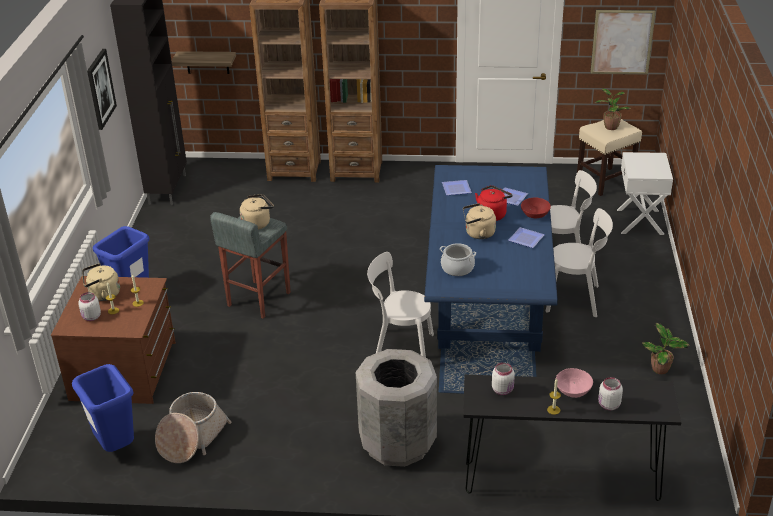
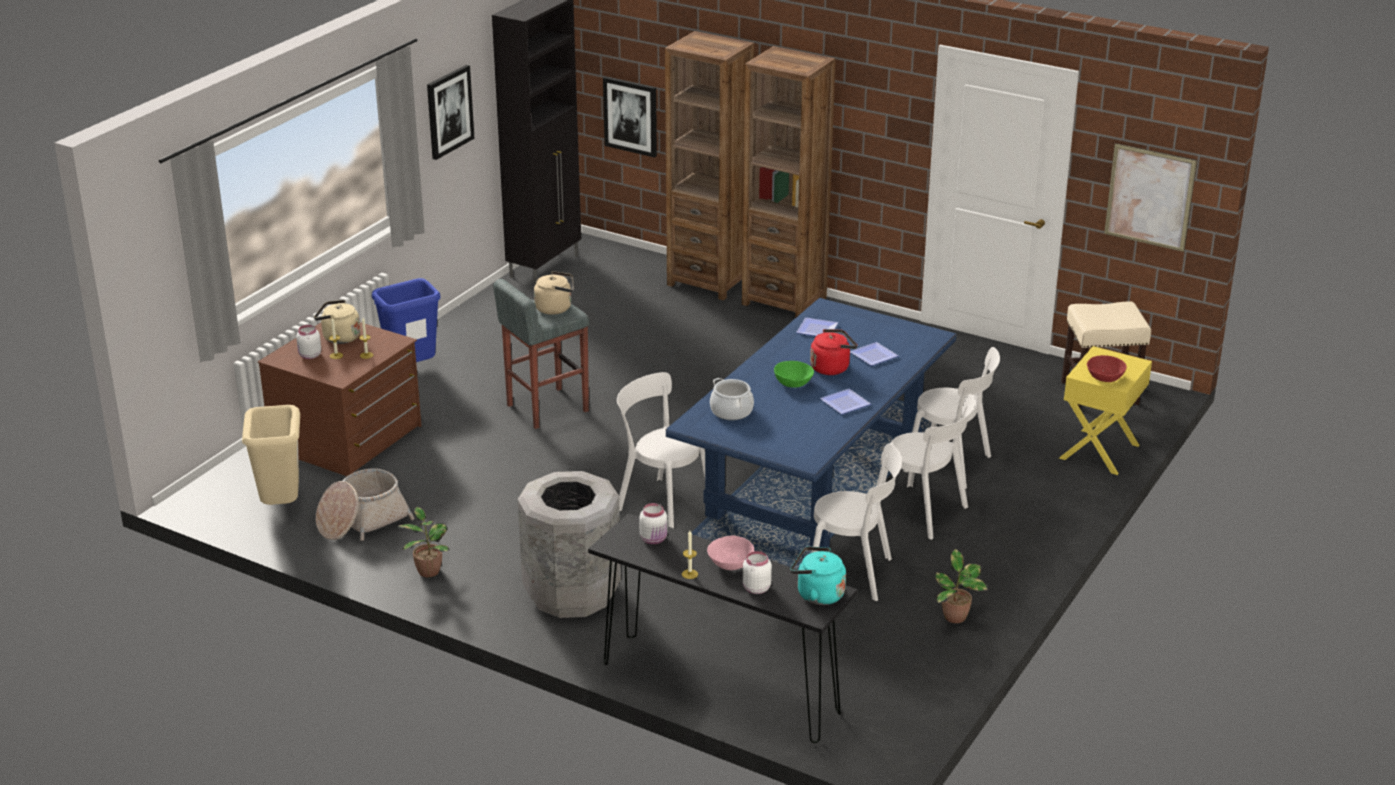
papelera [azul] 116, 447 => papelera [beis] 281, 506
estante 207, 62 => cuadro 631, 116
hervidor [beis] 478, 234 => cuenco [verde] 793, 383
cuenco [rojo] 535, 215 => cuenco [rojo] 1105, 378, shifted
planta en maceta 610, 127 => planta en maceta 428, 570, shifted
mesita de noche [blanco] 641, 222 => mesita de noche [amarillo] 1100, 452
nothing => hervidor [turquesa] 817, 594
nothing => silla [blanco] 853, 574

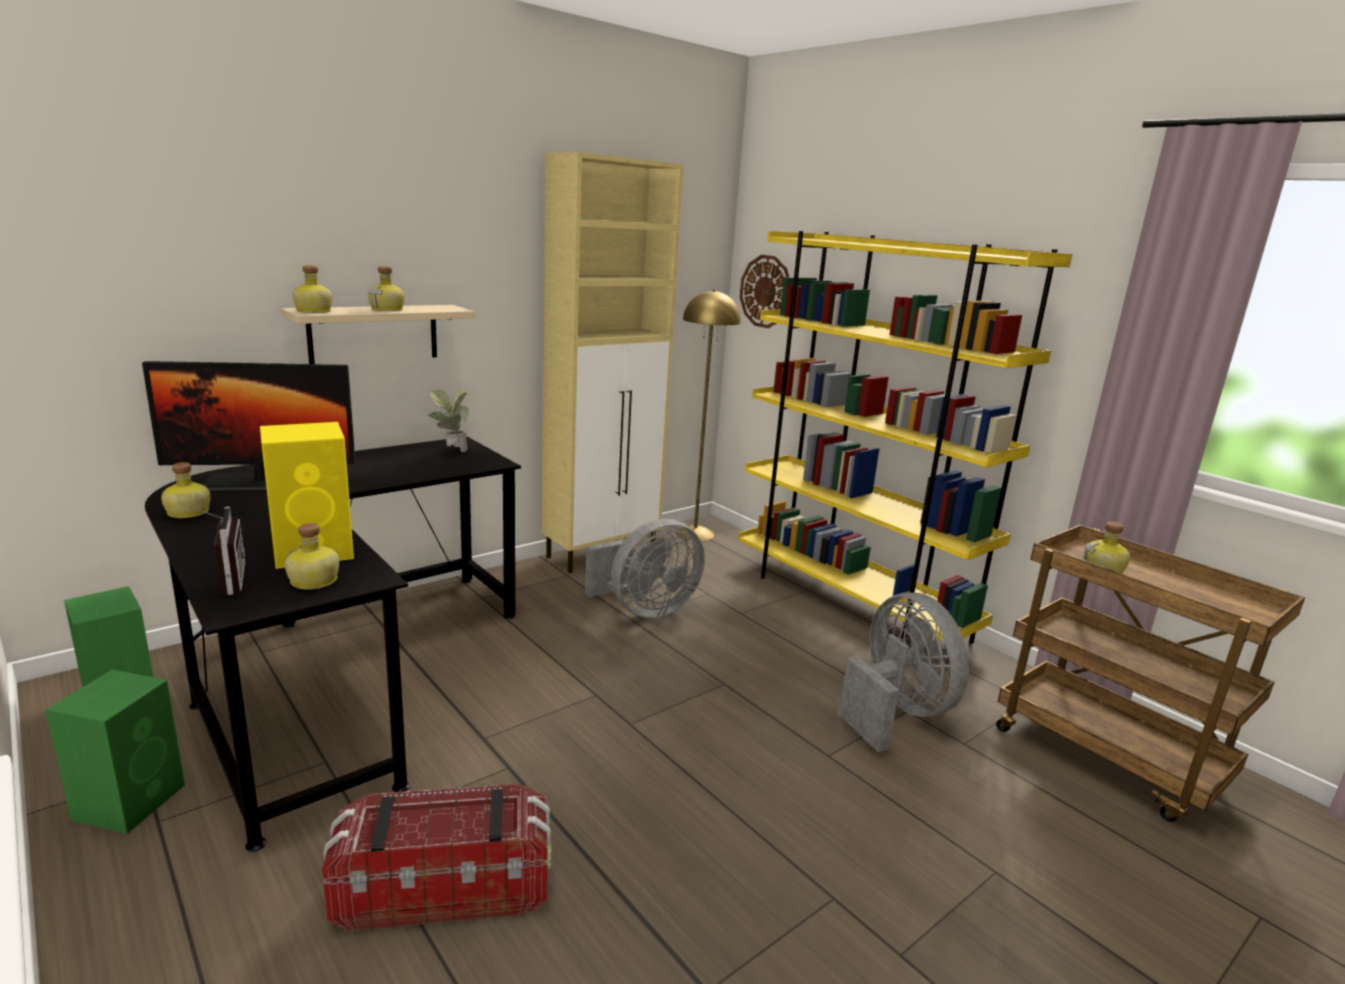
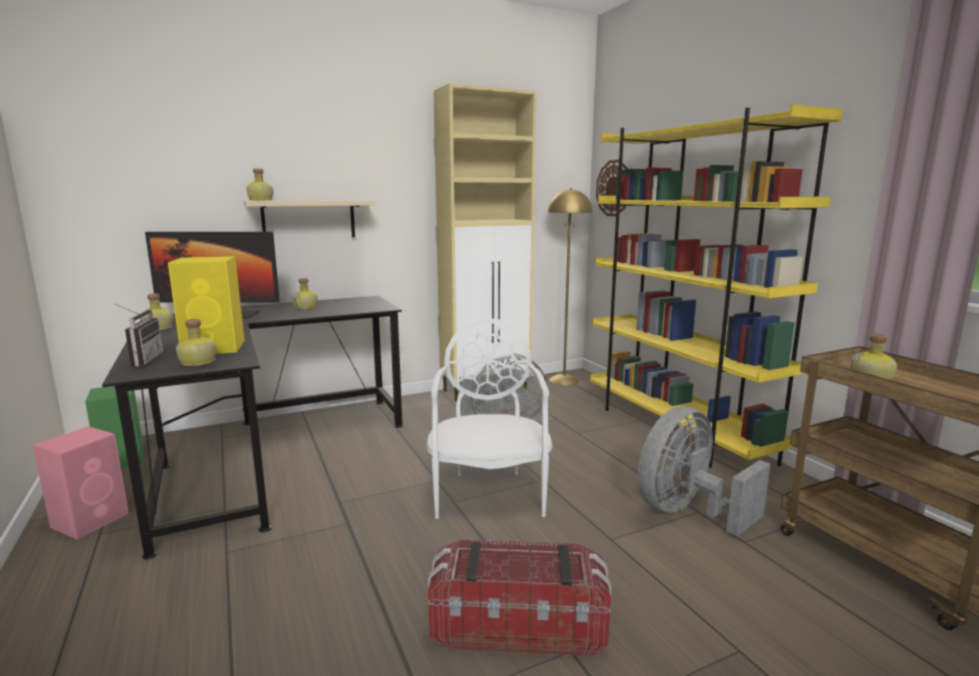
altavoz [verde] 132, 800 => altavoz [rosa] 92, 519
caja de almacenaje 444, 887 => caja de almacenaje 517, 625, shifted
botella 388, 310 => botella 306, 307, shifted
planta en maceta 451, 450 => nothing
ventilador [gris] 896, 712 => ventilador [gris] 687, 512, 120 degrees counterclockwise
nothing => silla [blanco] 489, 493

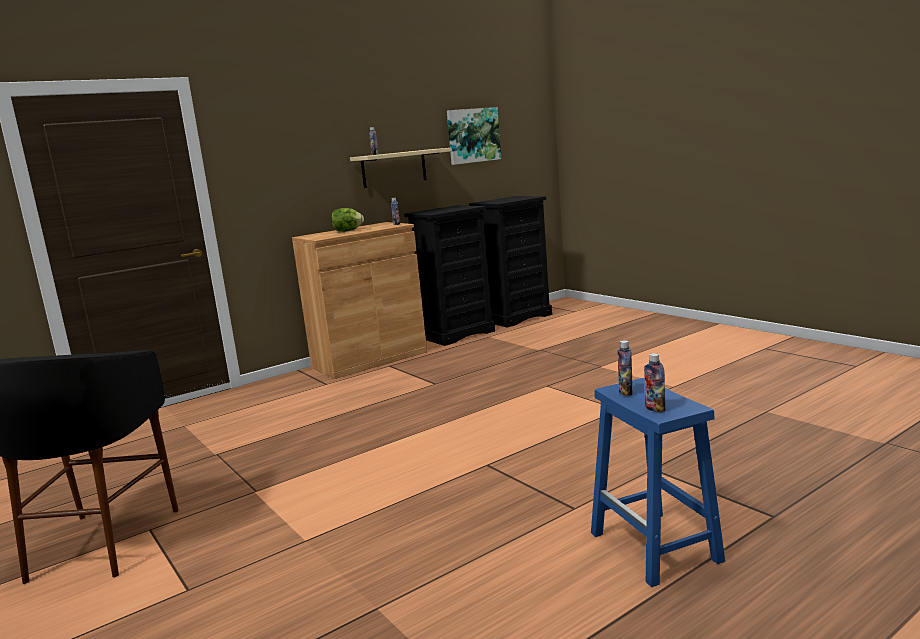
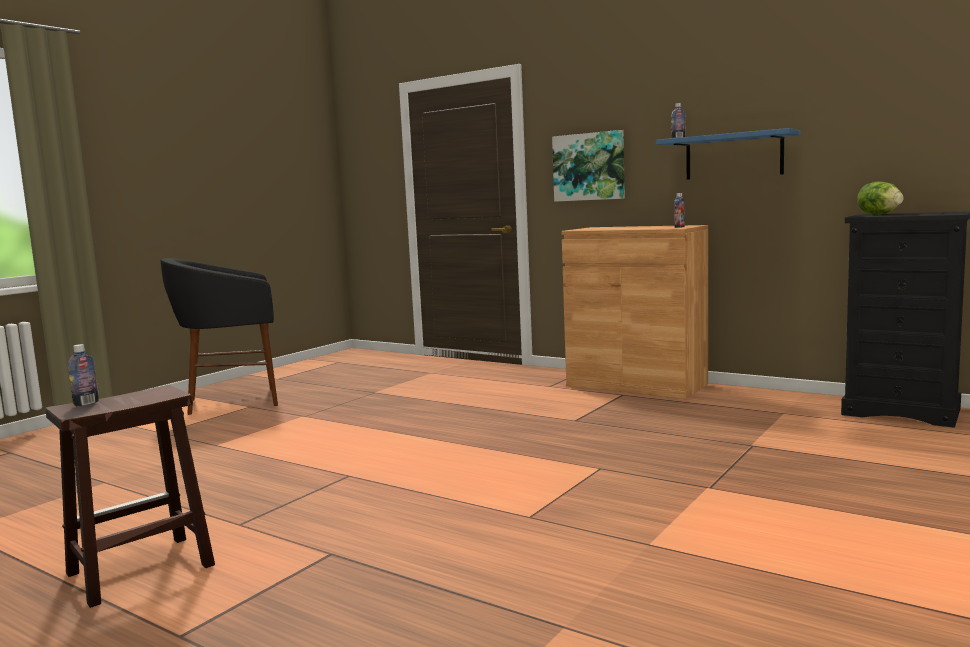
lechuga 347, 231 => lechuga 879, 214, shifted
estante [beis] 394, 168 => estante [azul] 733, 156
cómoda [negro] 457, 334 => nothing
cuadro 473, 135 => cuadro 589, 167, shifted
taburete [azul] 656, 548 => taburete [marrón] 138, 570
botella 625, 392 => nothing

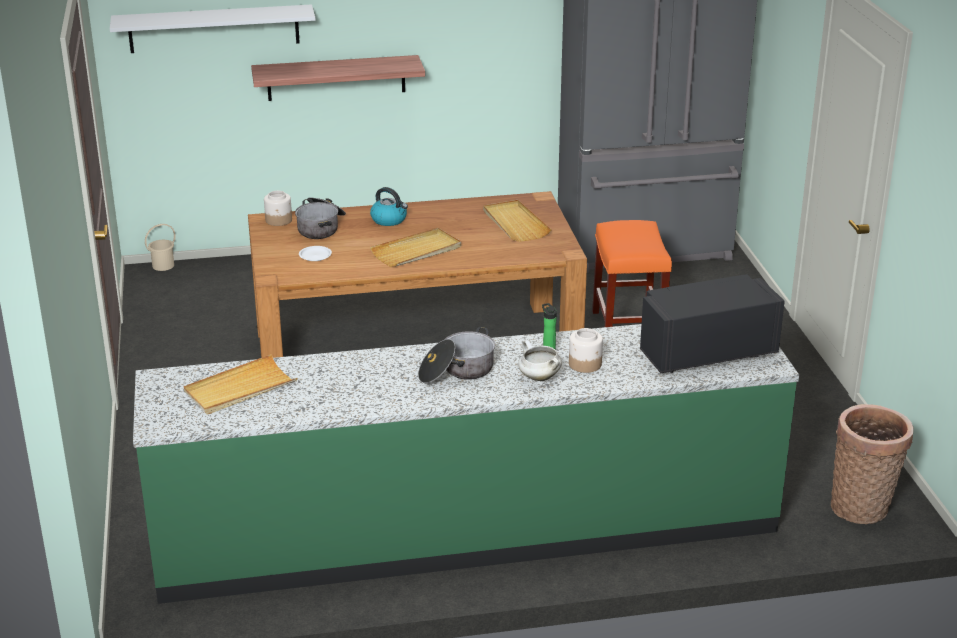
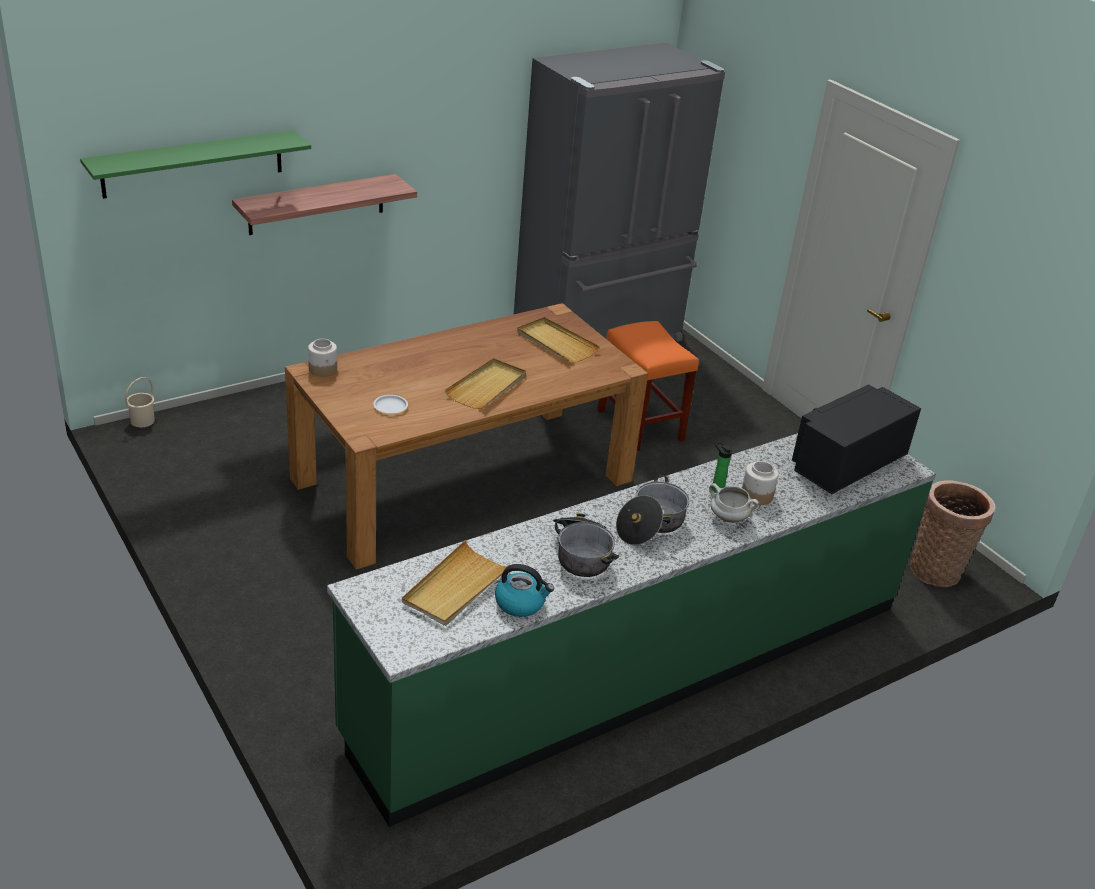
estante [blanco] 214, 28 => estante [verde] 193, 164
olla 321, 227 => olla 581, 554, shifted
hervidor 389, 220 => hervidor 521, 603, shifted

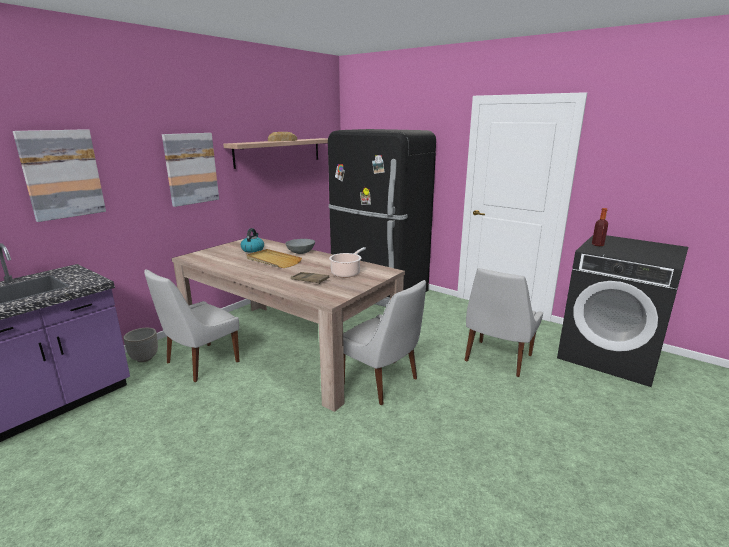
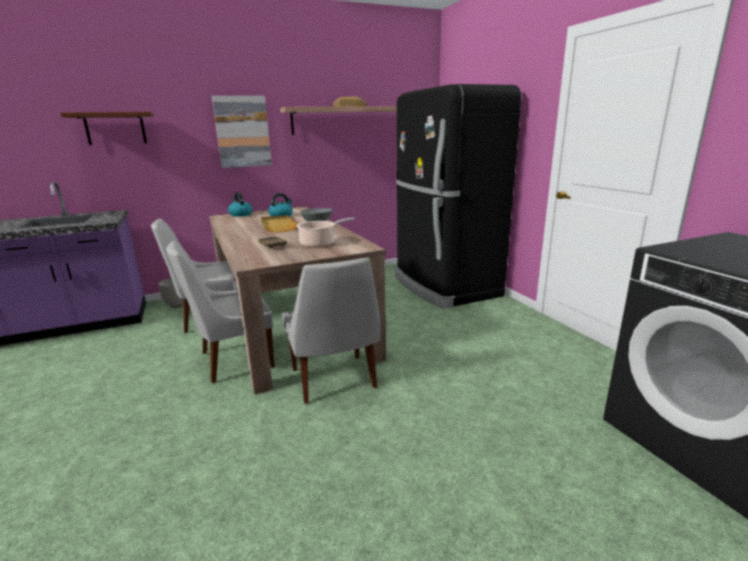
cuadro 62, 174 => estante [marrón] 115, 128
silla [blanco] 497, 359 => silla [blanco] 233, 360, shifted
botella 597, 245 => nothing
nothing => hervidor 240, 214

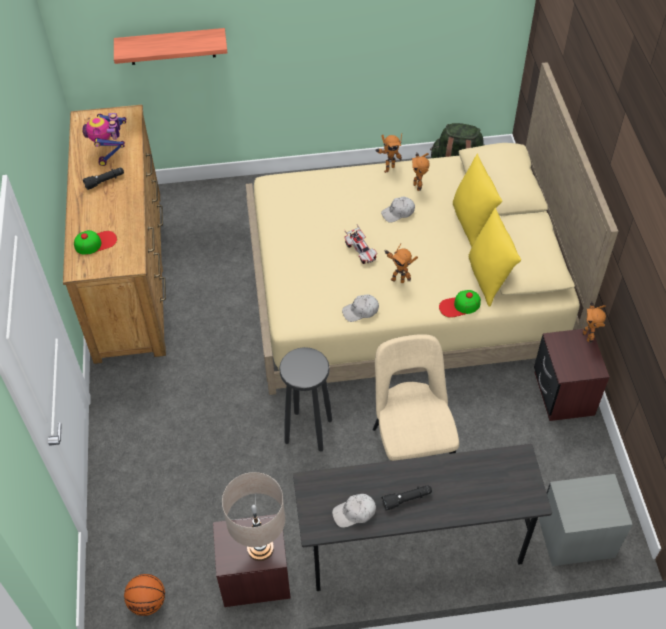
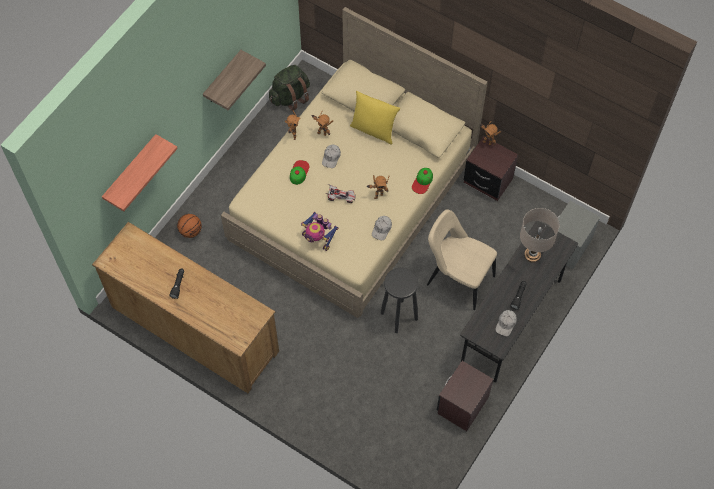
gorra 95, 242 => gorra 299, 172, shifted
robot de juguete 110, 151 => robot de juguete 318, 238, shifted
balón de baloncesto 147, 602 => balón de baloncesto 190, 231, shifted
lámpara de mesa [beis] 260, 548 => lámpara de mesa [beis] 532, 255, shifted
cojín [amarillo] 488, 278 => nothing
nothing => estante 223, 78

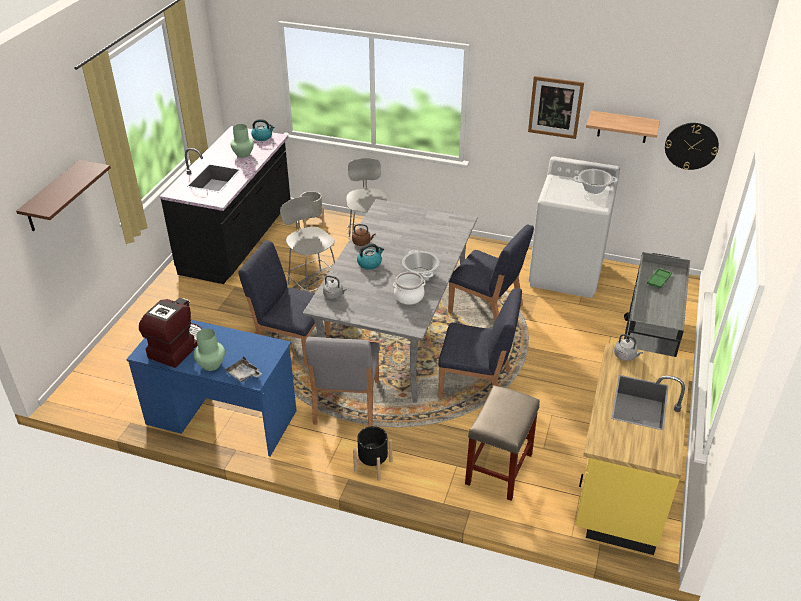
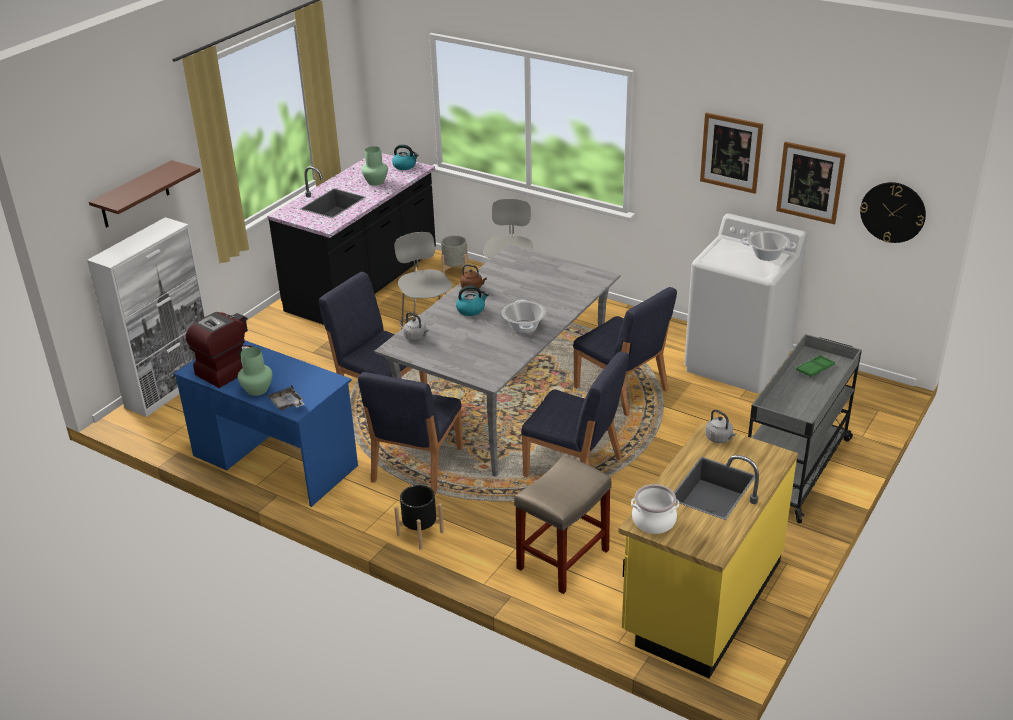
silla [gris] 346, 403 => silla [azul] 416, 465
olla 409, 297 => olla 654, 521, shifted
estante 623, 127 => cuadro 810, 182
nothing => armario [blanco] 172, 387

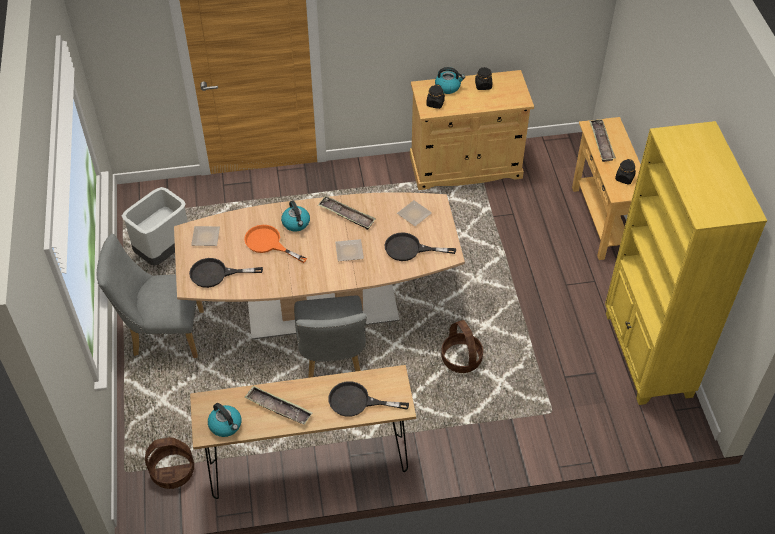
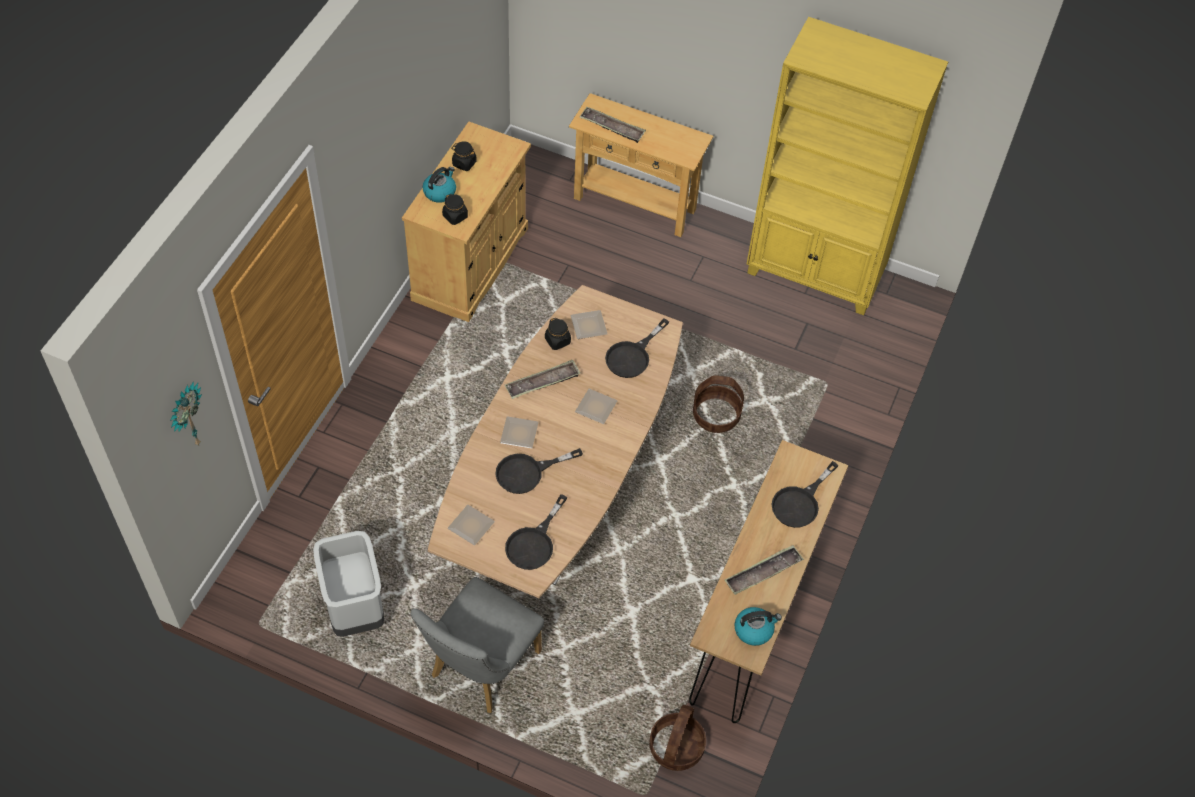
sartén [naranja] 268, 243 => sartén [negro] 527, 472
hervidor 296, 223 => plato 518, 432
silla [gris] 332, 364 => nothing
tarro [negro] 624, 178 => tarro [negro] 557, 341, shifted
nothing => reloj de pared 186, 417

